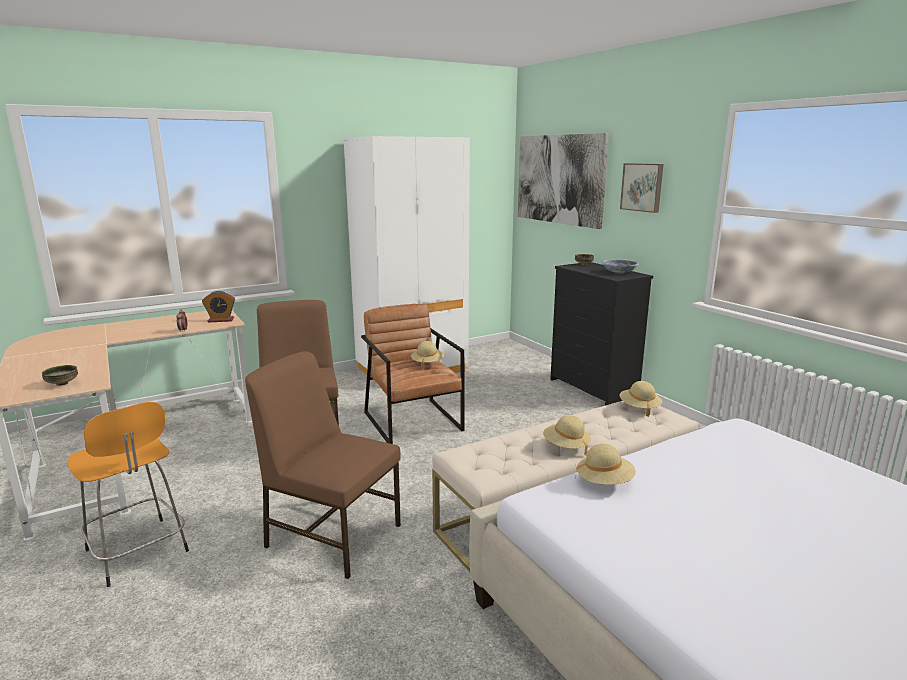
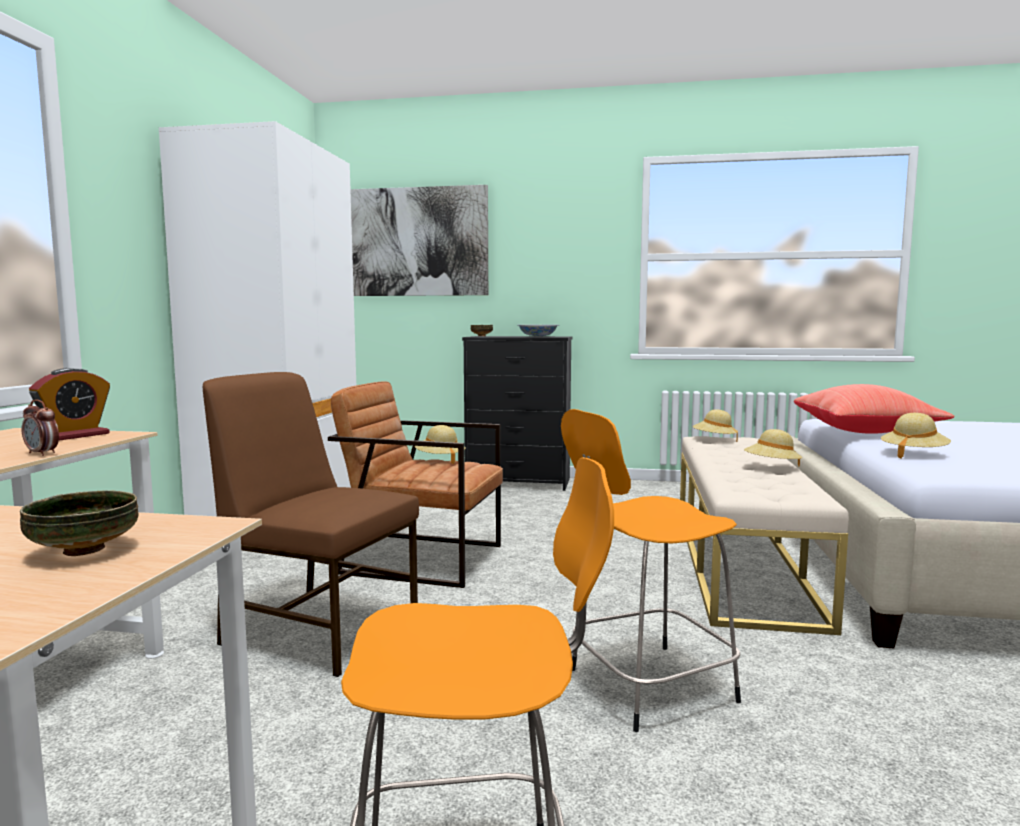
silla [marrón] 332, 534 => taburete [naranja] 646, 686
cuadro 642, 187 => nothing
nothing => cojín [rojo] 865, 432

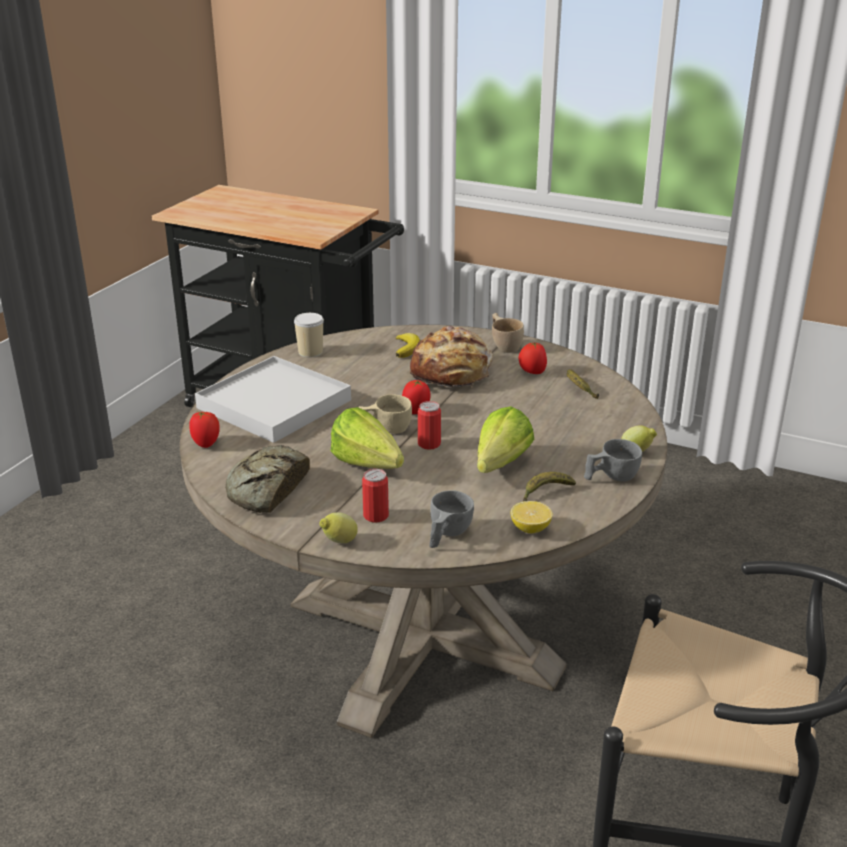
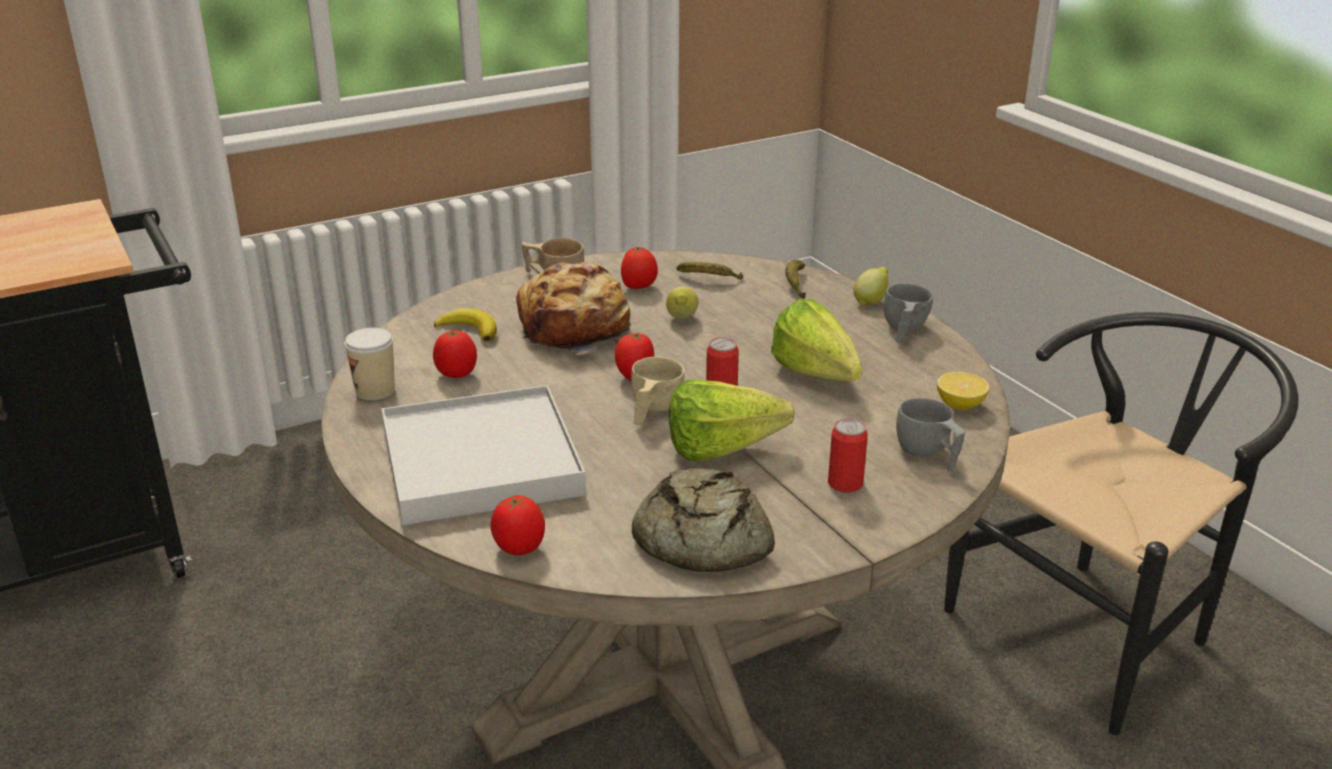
limón 338, 542 => limón 681, 319, shifted
plátano 545, 493 => plátano 795, 284, shifted
nothing => tomate 456, 374

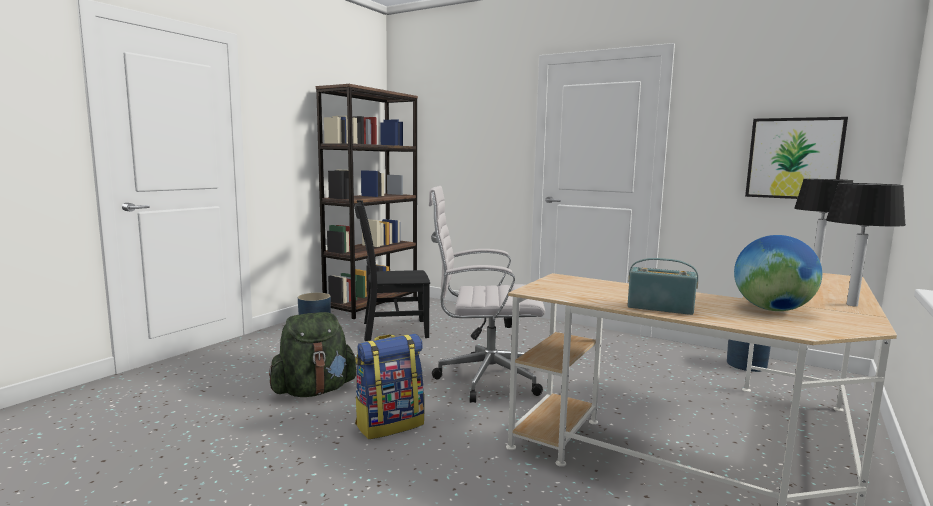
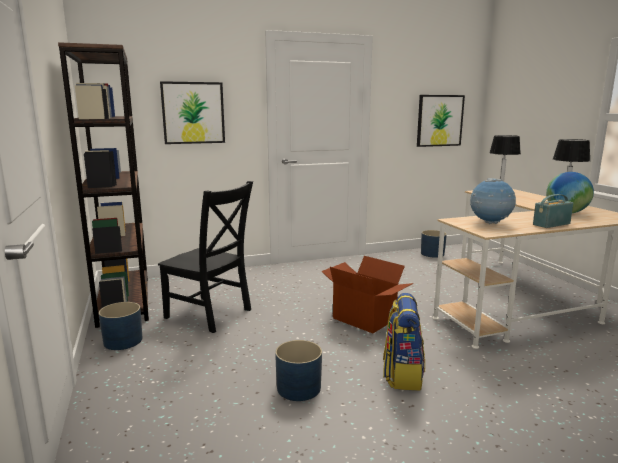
mochila [verde] 314, 391 => maceta [azul] 298, 388
silla [negro] 391, 330 => silla [negro] 210, 315, 90 degrees counterclockwise
silla de oficina [blanco] 483, 379 => caja de cartón 365, 318
nothing => cuadro 193, 113
nothing => globo terráqueo 490, 223

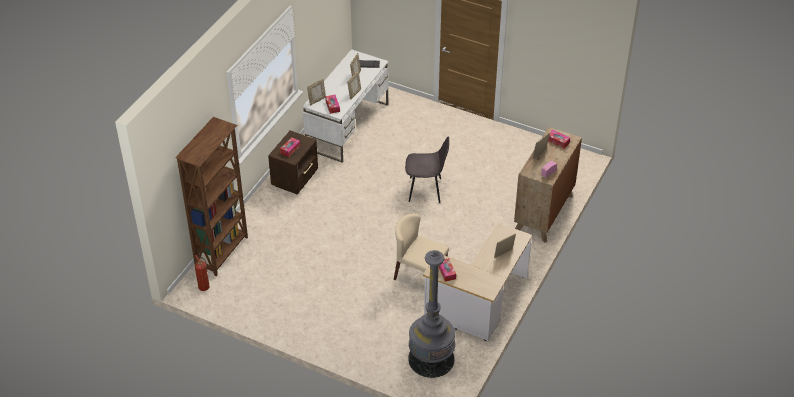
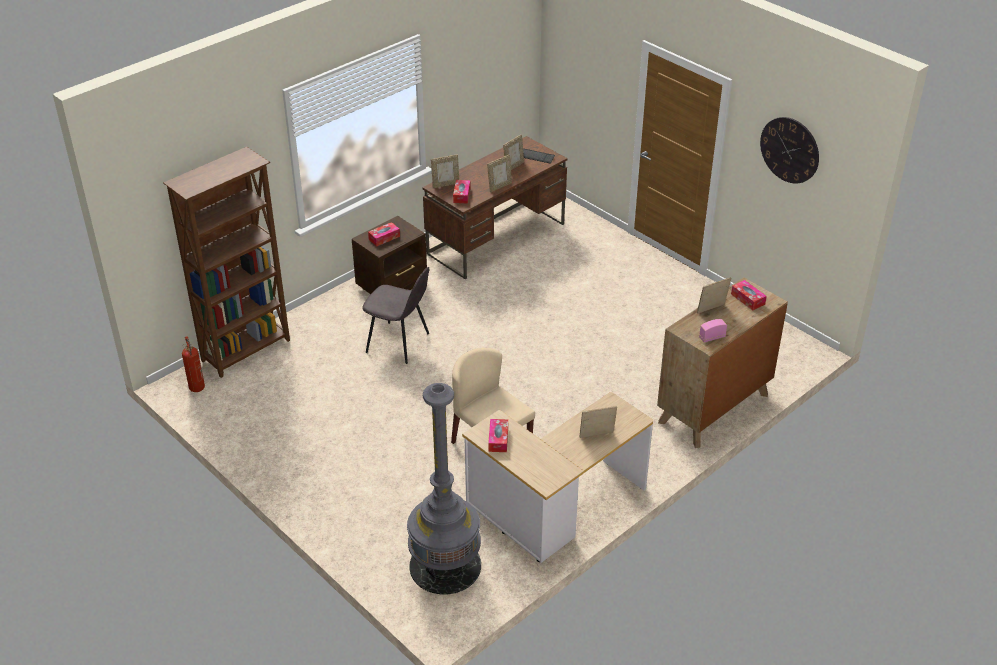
escritorio [blanco] 348, 126 => escritorio [marrón] 496, 239
silla [gris] 426, 190 => silla [gris] 399, 343, shifted
nothing => reloj de pared 789, 150

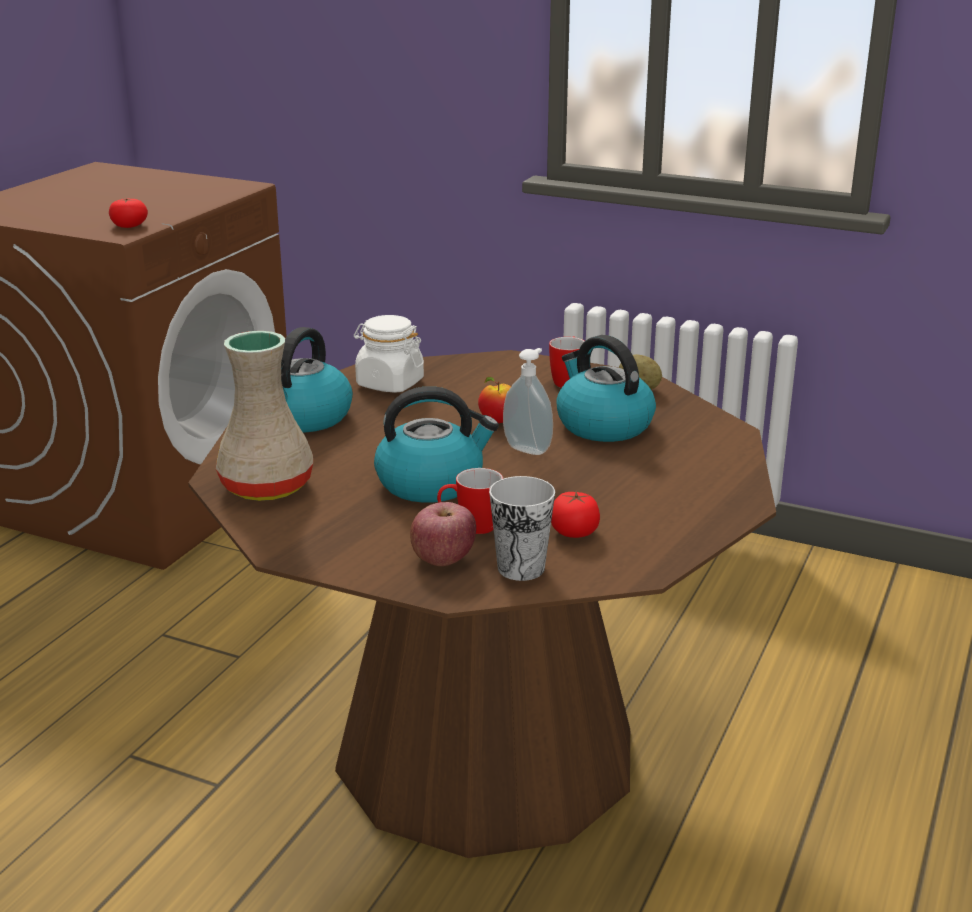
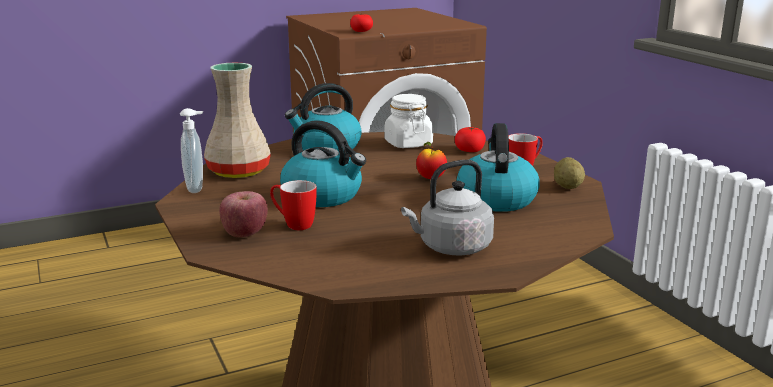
taza 521, 568 => nothing
dispensador de jabón 529, 448 => dispensador de jabón 197, 188, shifted
tomate 574, 531 => tomate 470, 150, shifted
nothing => hervidor [gris] 451, 248

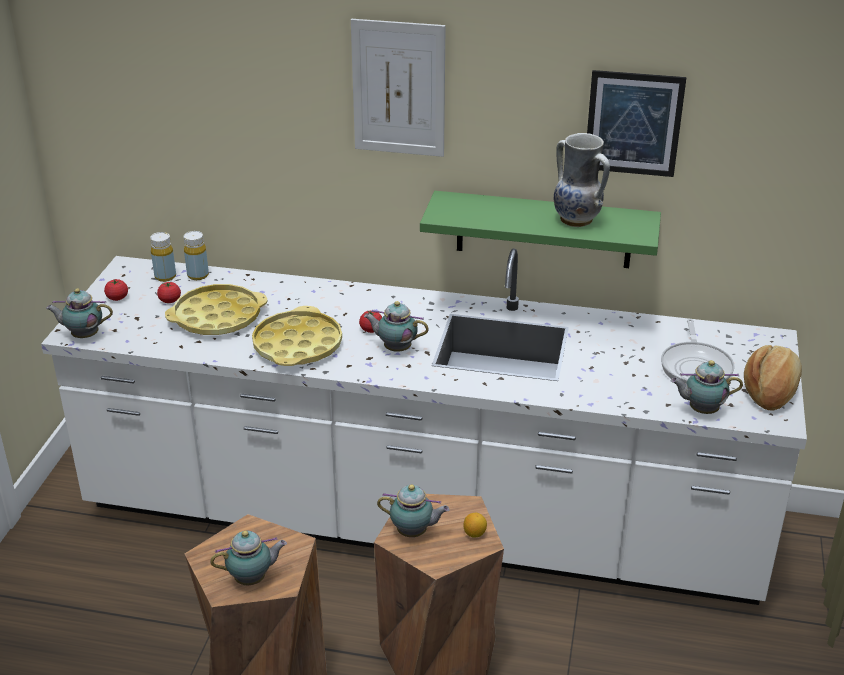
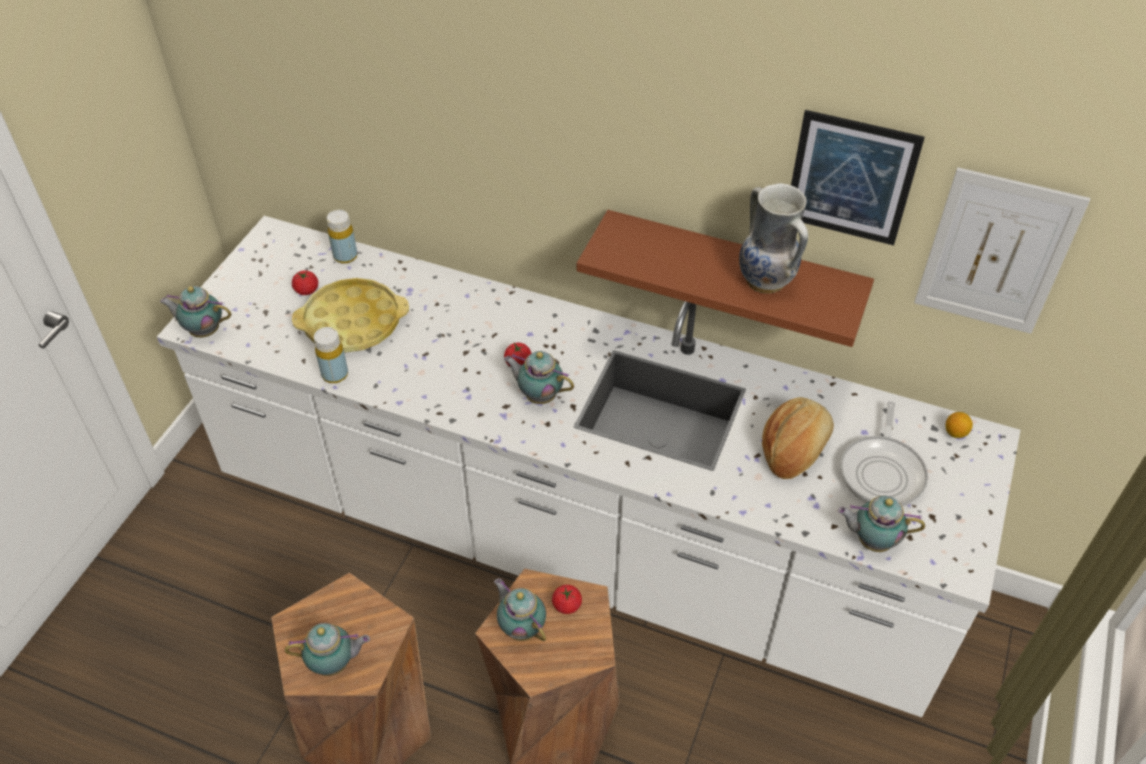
tomate 117, 298 => tomate 567, 605, shifted
botella [amarillo] 165, 277 => botella [amarillo] 335, 374, shifted
bandeja [amarillo] 297, 345 => nothing
cuadro 398, 88 => cuadro 996, 252, shifted
tetera 414, 533 => tetera 521, 627, 150 degrees counterclockwise
estante [verde] 543, 229 => estante [marrón] 732, 272
limón 474, 533 => limón 955, 433, shifted
pan 771, 391 => pan 795, 448, shifted

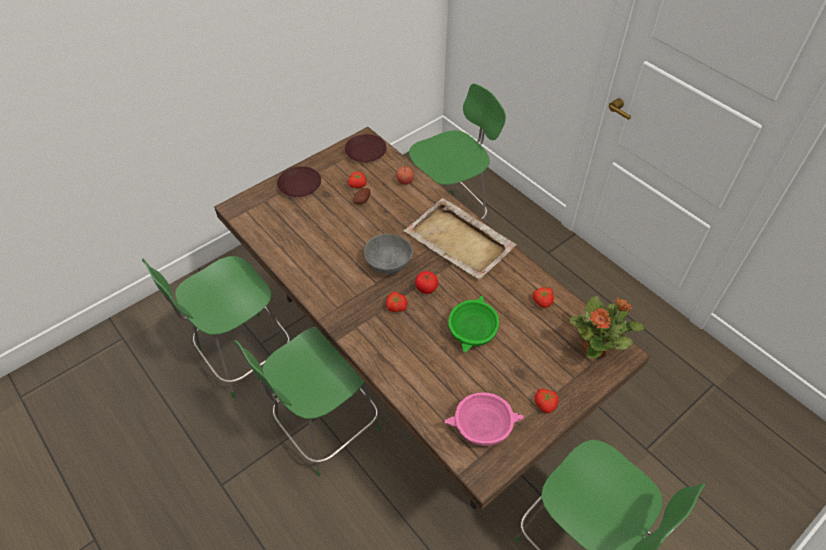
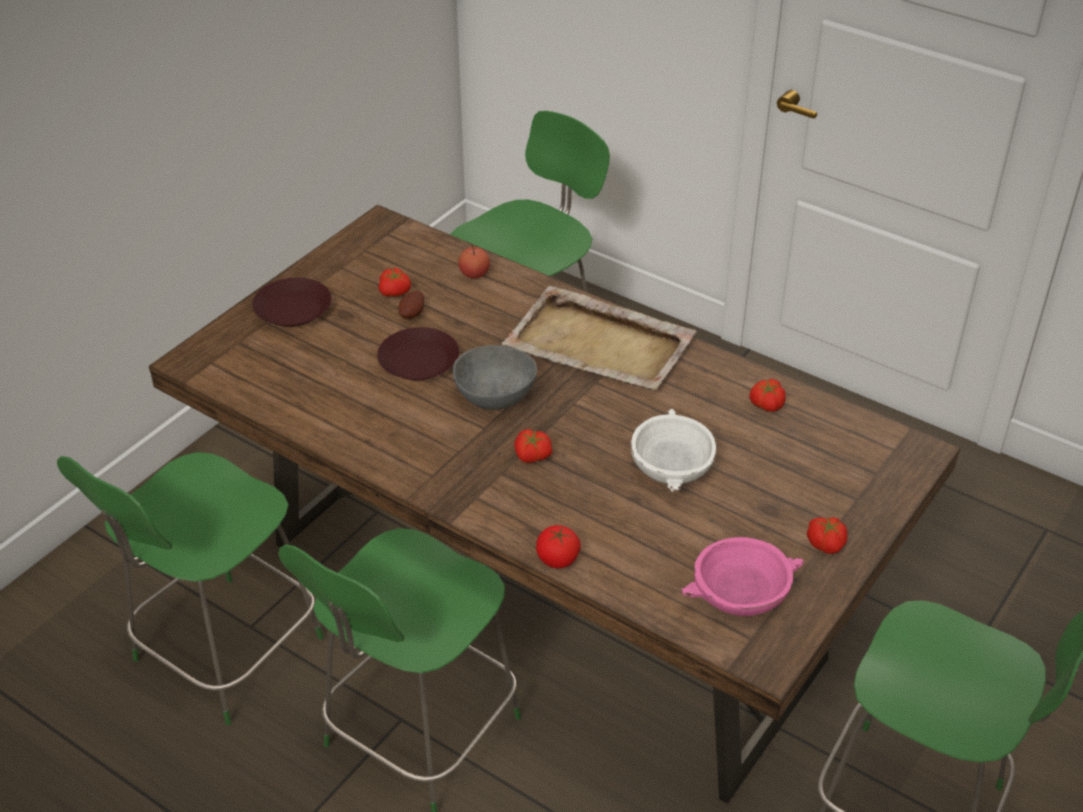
plato [marrón] 365, 152 => plato [marrón] 418, 362, shifted
tomate 426, 288 => tomate 557, 559, shifted
cuenco [verde] 472, 331 => cuenco [blanco] 670, 466
planta en maceta 595, 348 => nothing

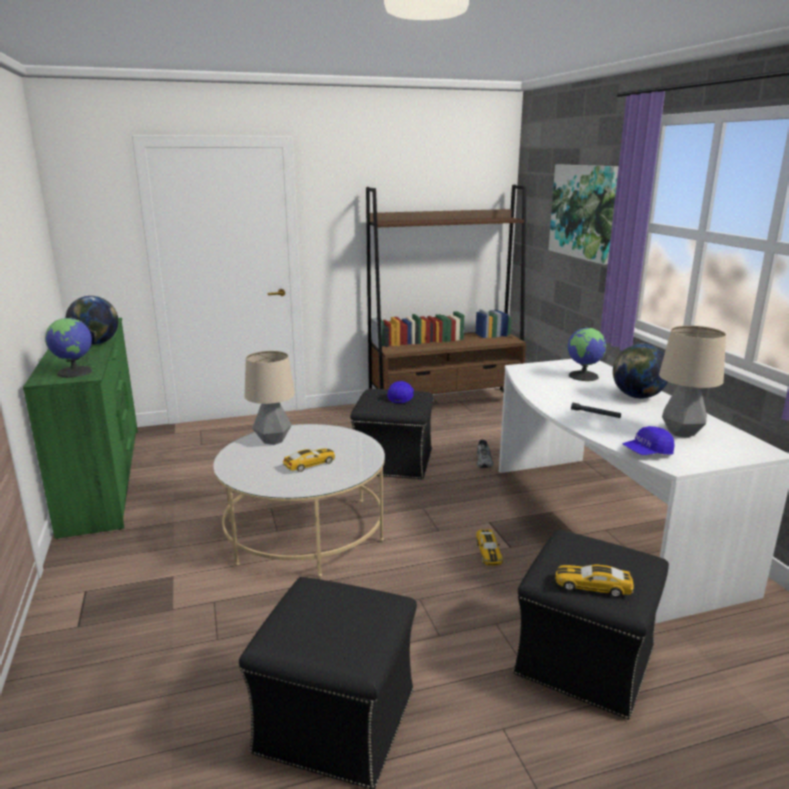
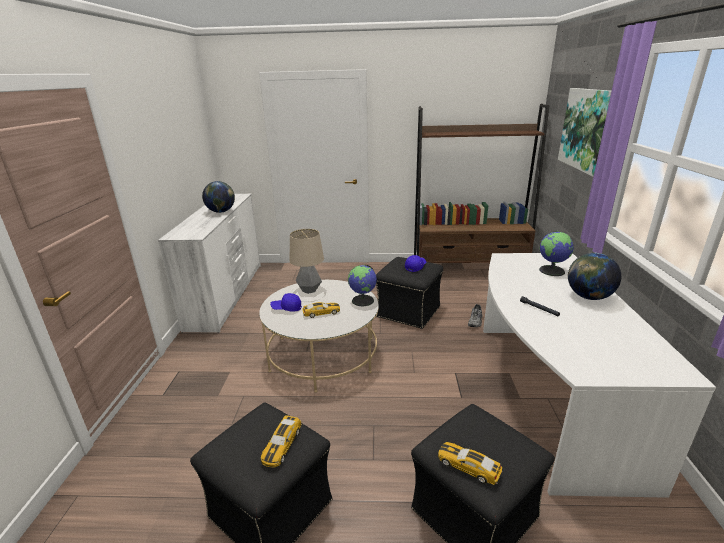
cómoda [verde] 104, 477 => cómoda [blanco] 227, 294
globo terráqueo 75, 372 => globo terráqueo 363, 301, shifted
coche de juguete 488, 552 => coche de juguete 282, 445, shifted
gorra [azul] 647, 453 => gorra [azul] 286, 308, shifted
lámpara de mesa 682, 432 => nothing

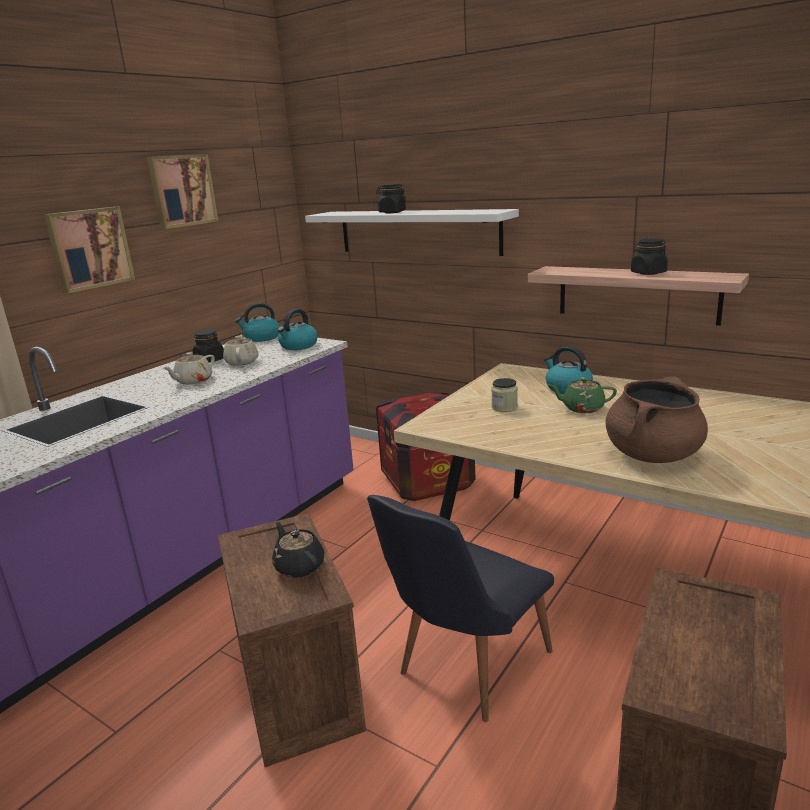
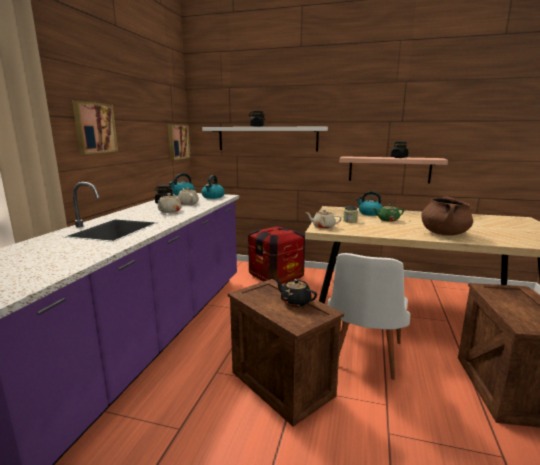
cuadro 181, 190 => cuadro 177, 141, shifted
silla [negro] 464, 669 => silla [blanco] 364, 358
nothing => tetera [beis] 323, 227

